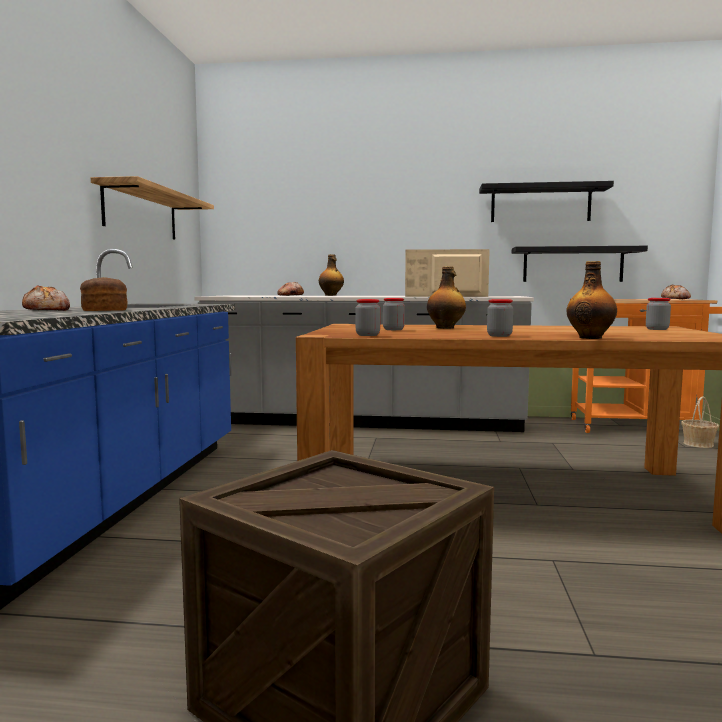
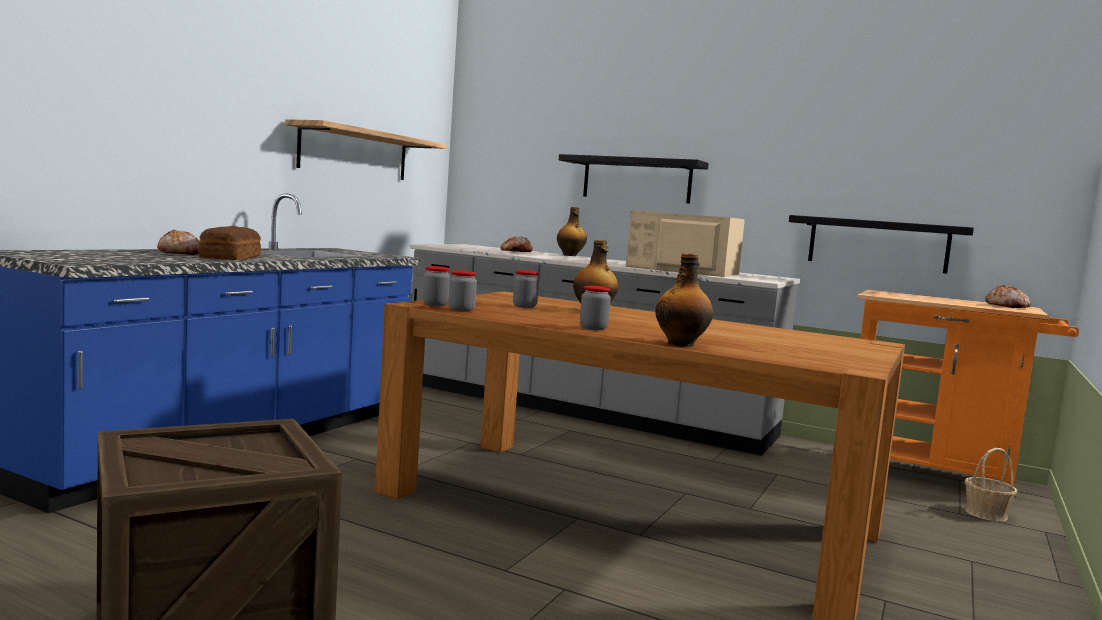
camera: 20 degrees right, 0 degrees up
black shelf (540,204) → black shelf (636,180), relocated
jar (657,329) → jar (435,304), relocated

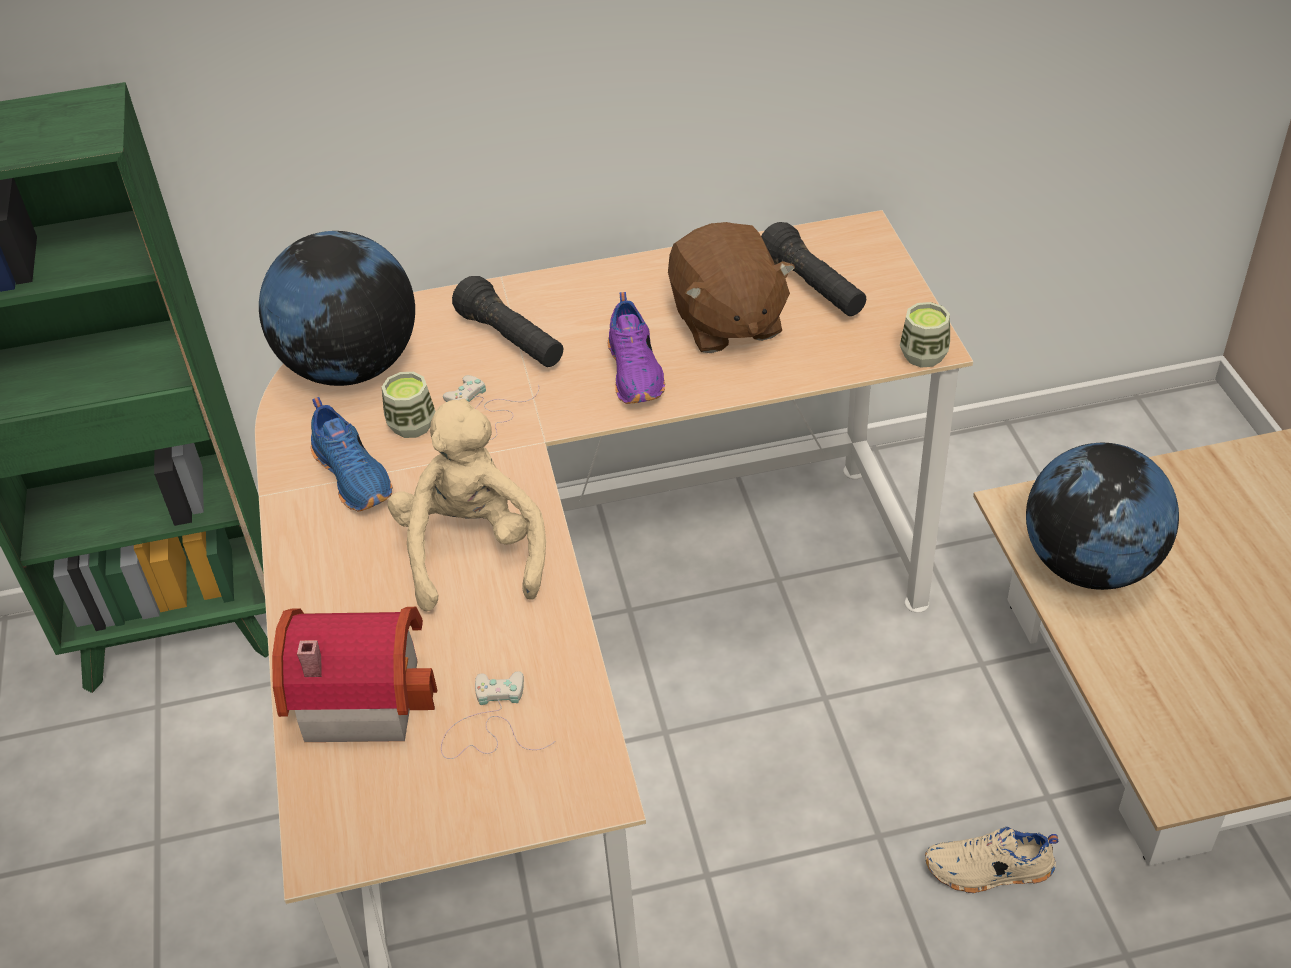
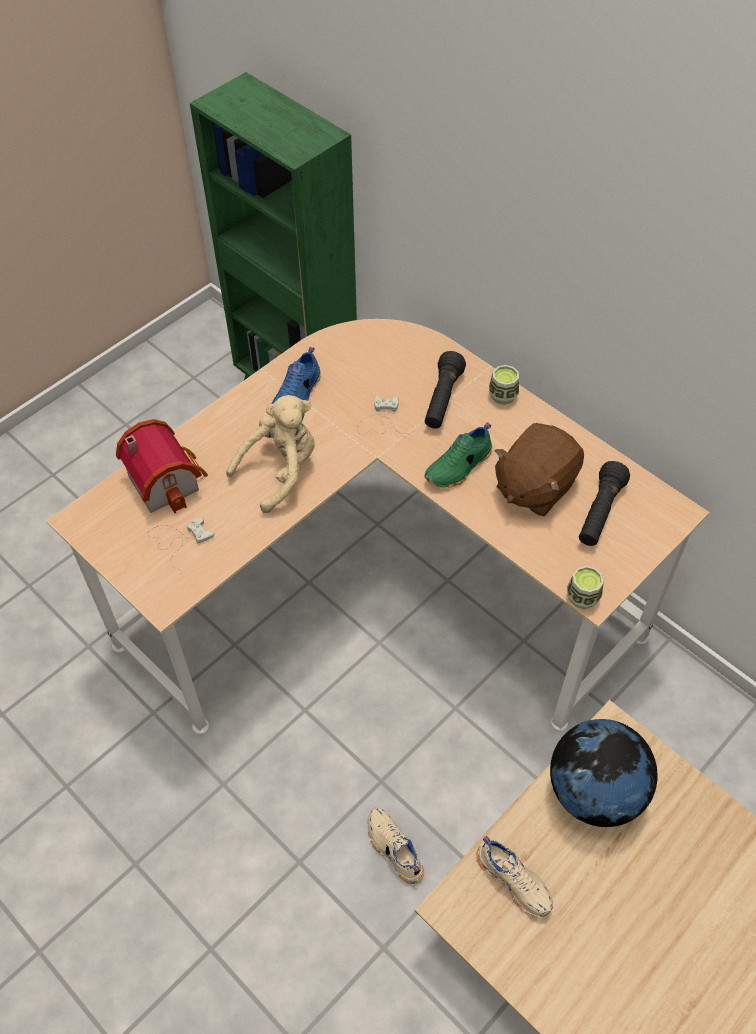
camera: 55 degrees right, 10 degrees up
globe (351,367) → -
cup (412,425) → cup (503,396), relocated
purple shoe (636,372) → green shoe (459,467)
- → beige shoe (515,880)

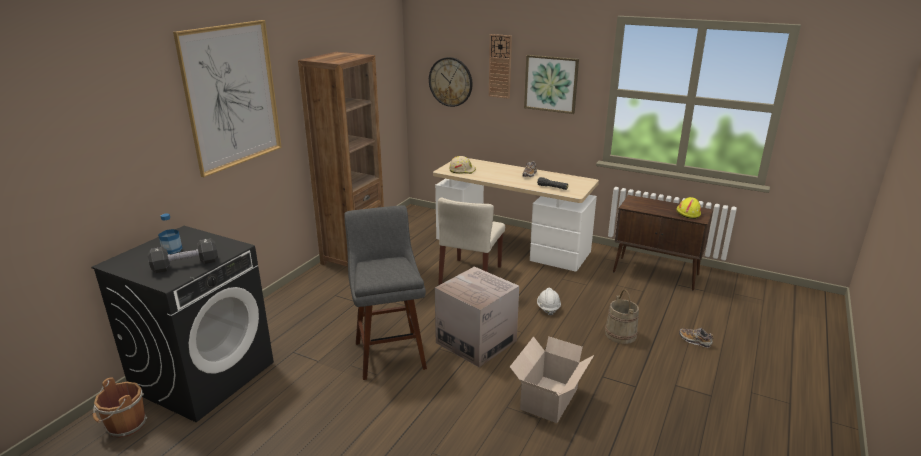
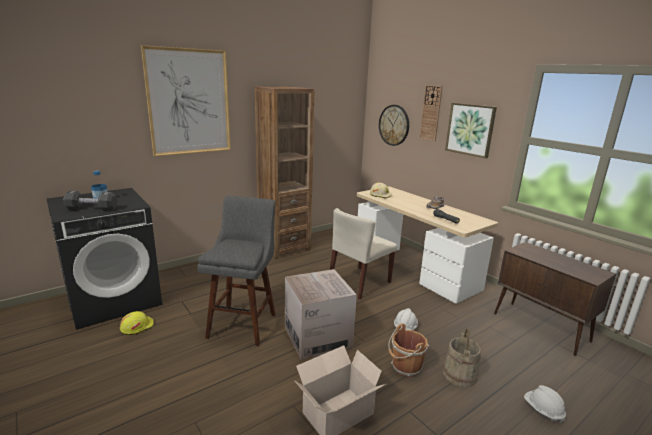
camera: 25 degrees right, 5 degrees down
brown bucket (125,426) → brown bucket (405,367), relocated
yellow hard hat (687,213) → yellow hard hat (137,327), relocated
shoe (695,341) → white hard hat (543,410)

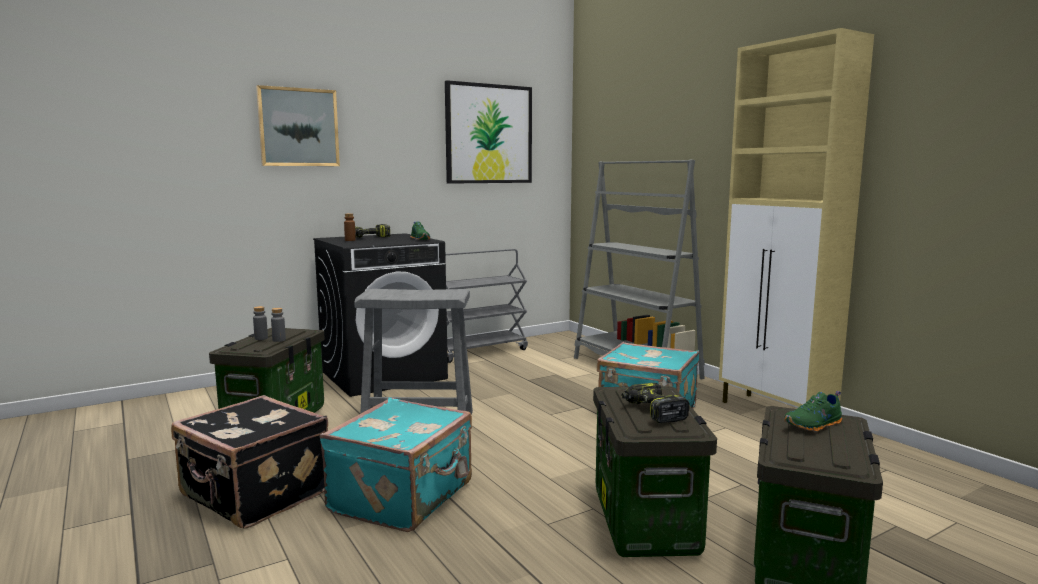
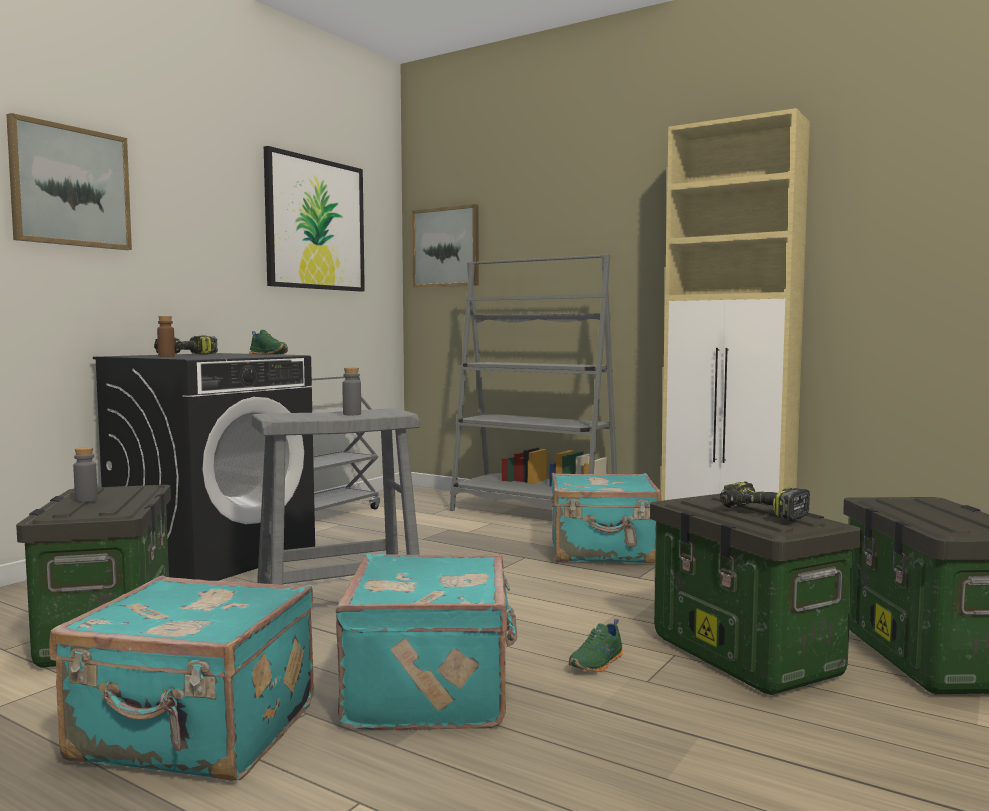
camera: 25 degrees left, 5 degrees down
black suitcase (254,495) → turquoise suitcase (195,734)
grey bottle (279,340) → grey bottle (352,414), relocated
green shoe (814,425) → green shoe (598,663), relocated
- → picture (446,247)

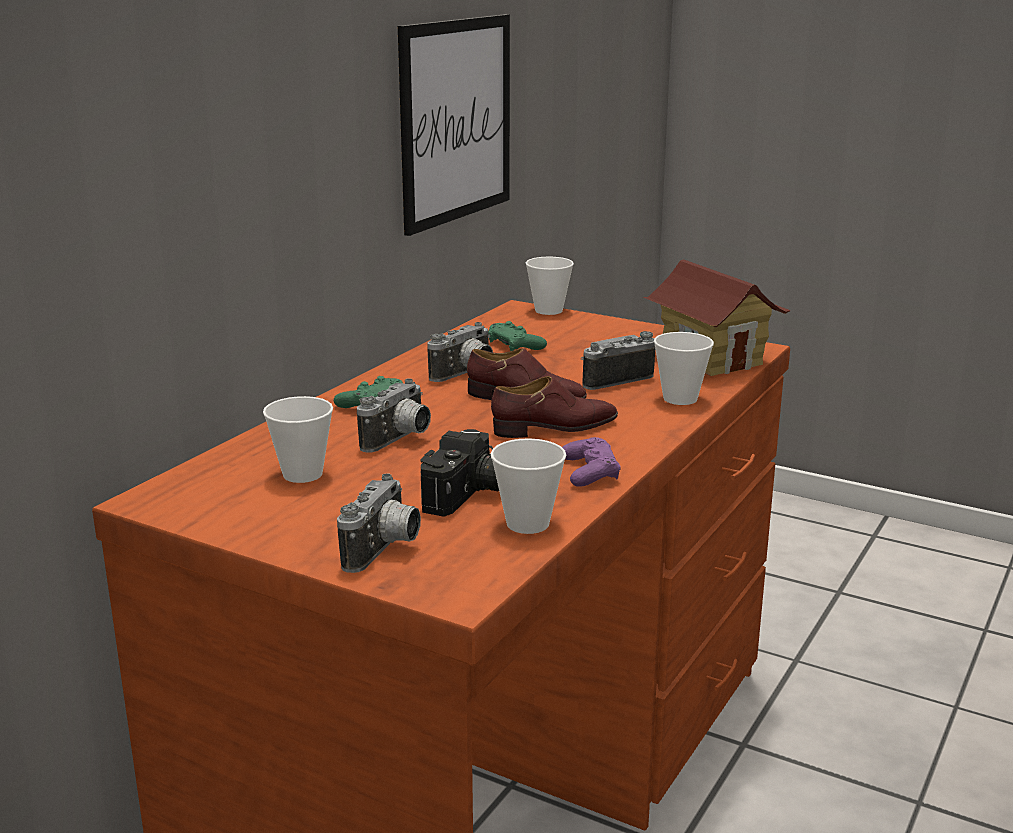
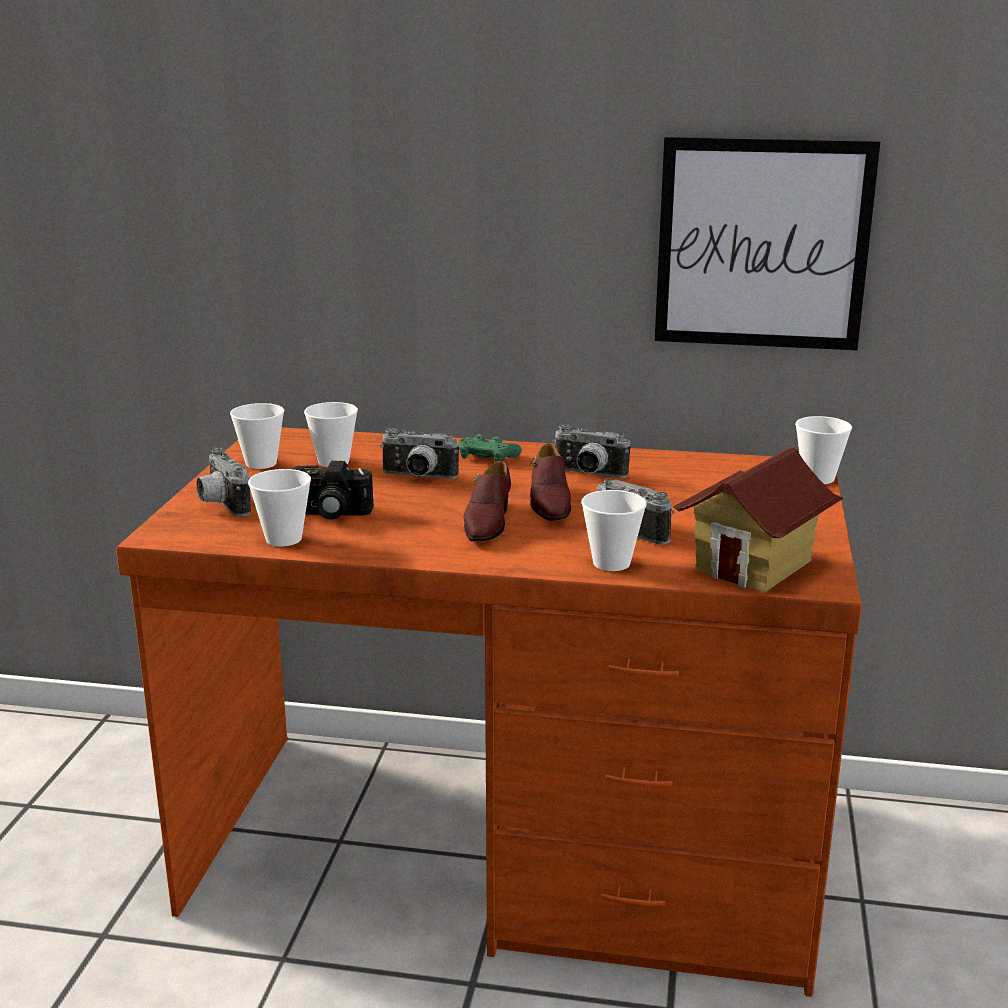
camera: 70 degrees right, 0 degrees up
photo camera (385,550) → photo camera (221,505), 60 degrees clockwise
green game controller (515,345) → -
brown shoe (555,428) → brown shoe (487,523), 45 degrees clockwise
purple game controller (589,471) → -
- → cup (261,463)

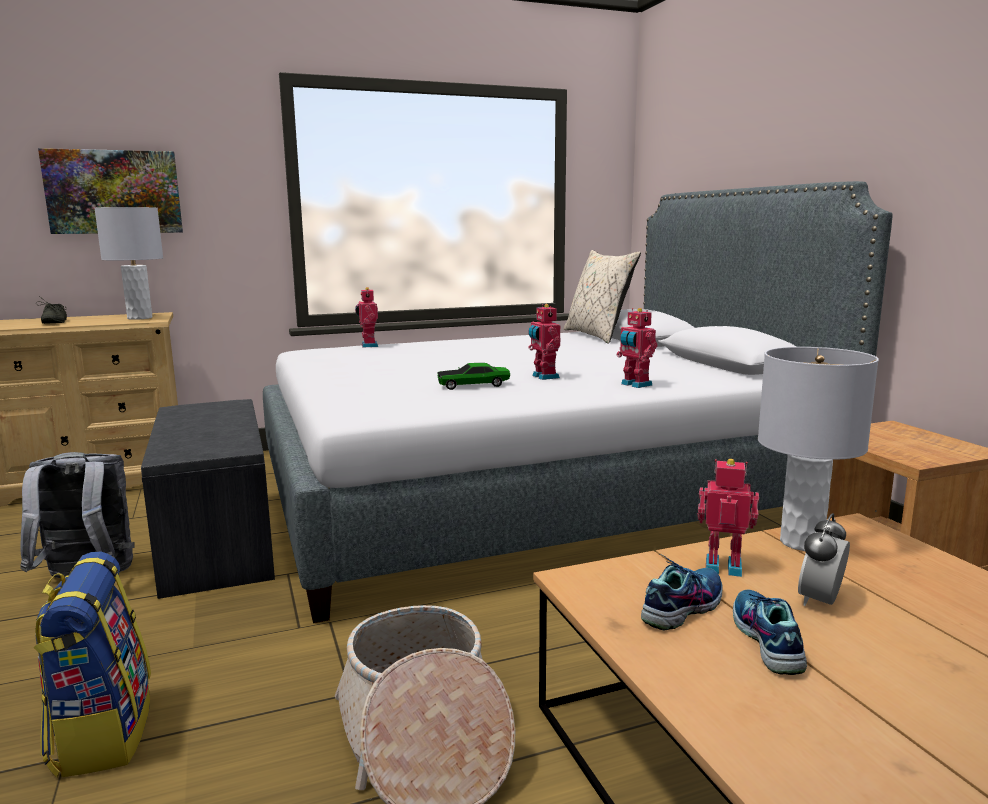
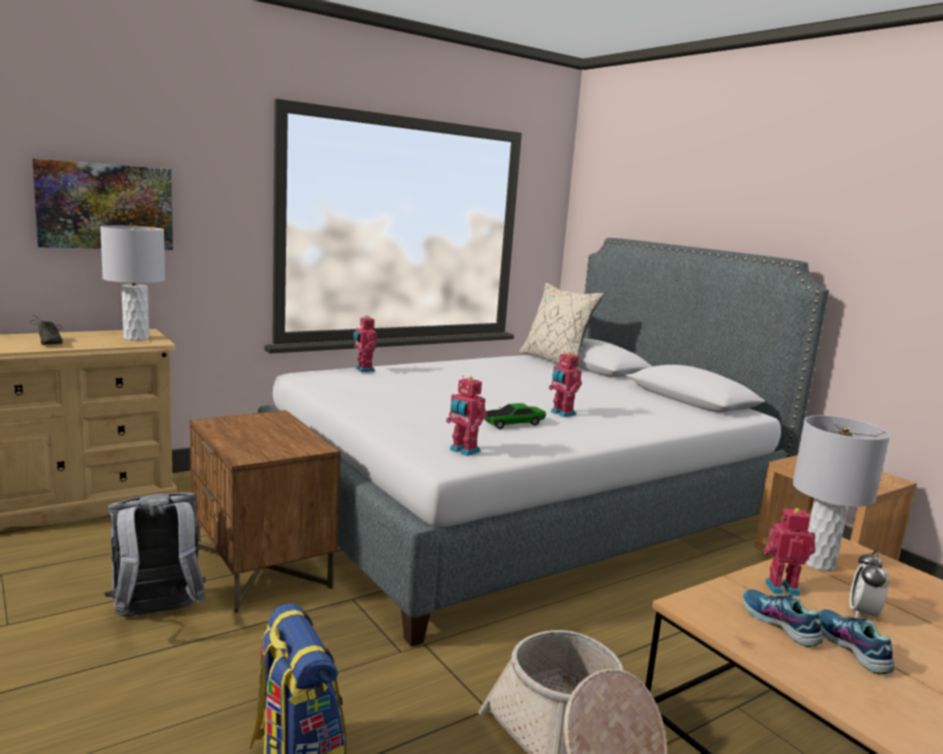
camera: 15 degrees left, 0 degrees up
grey bench (219,541) → brown nightstand (262,568)
toy robot (635,385) → toy robot (463,451), relocated
shoe (682,606) → shoe (779,624), 60 degrees counterclockwise

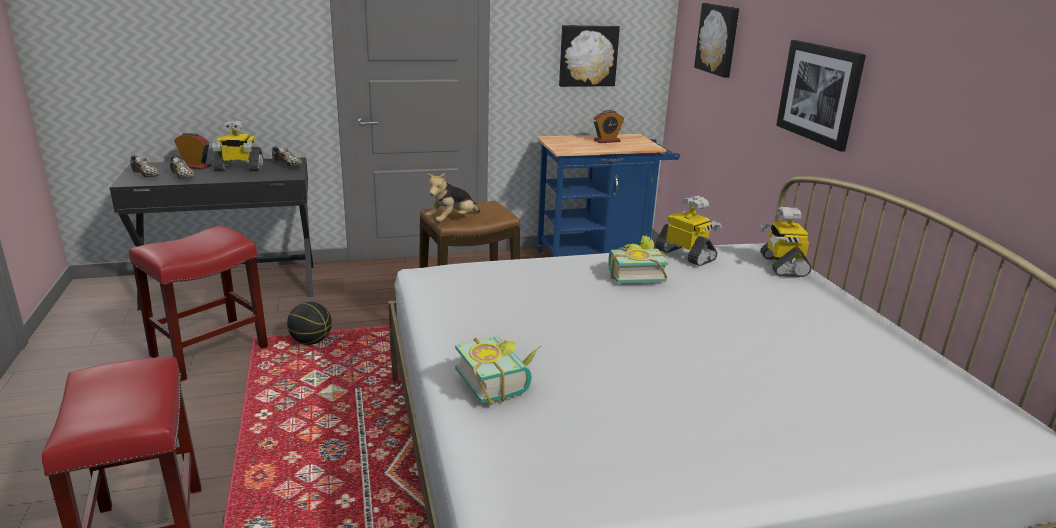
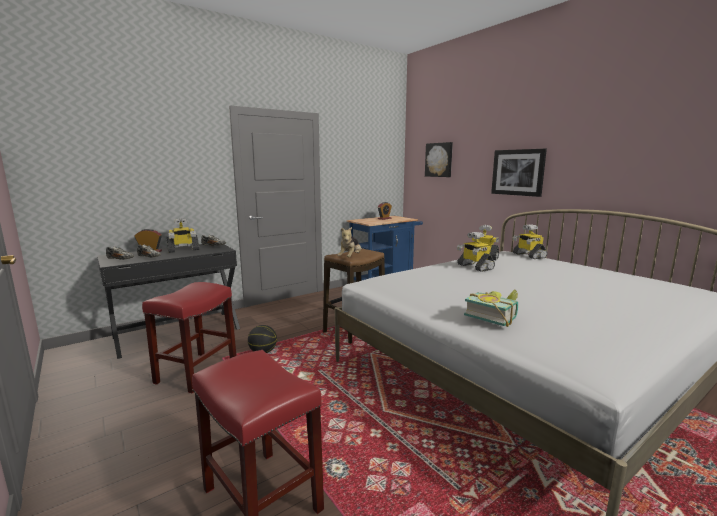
camera: 20 degrees left, 10 degrees down
picture (588,55) → -
book (634,275) → toy robot (474,267)

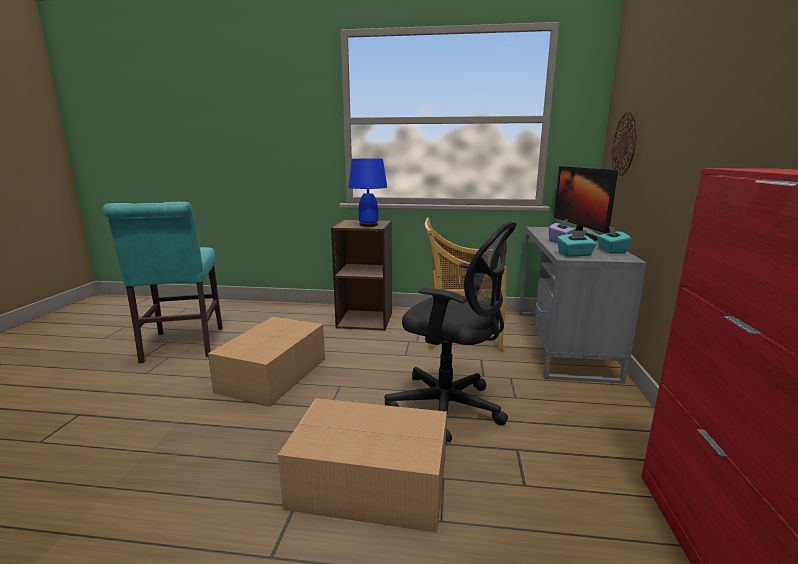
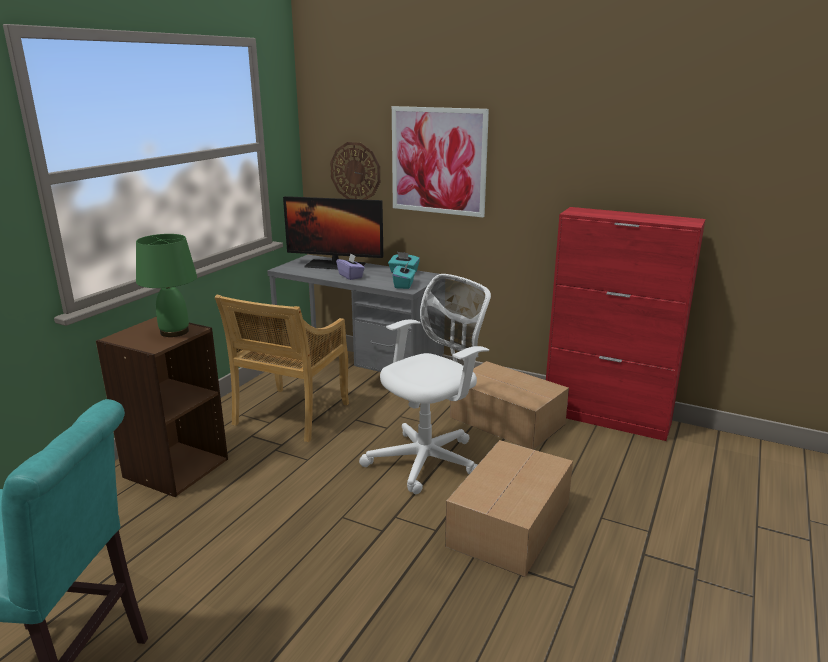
camera: 70 degrees left, 5 degrees up
cardboard box (275,374) → cardboard box (506,420), relocated
blue table lamp (368,225) → green table lamp (174,332)
black office chair (450,408) → white office chair (428,459)
- → picture (438,161)

